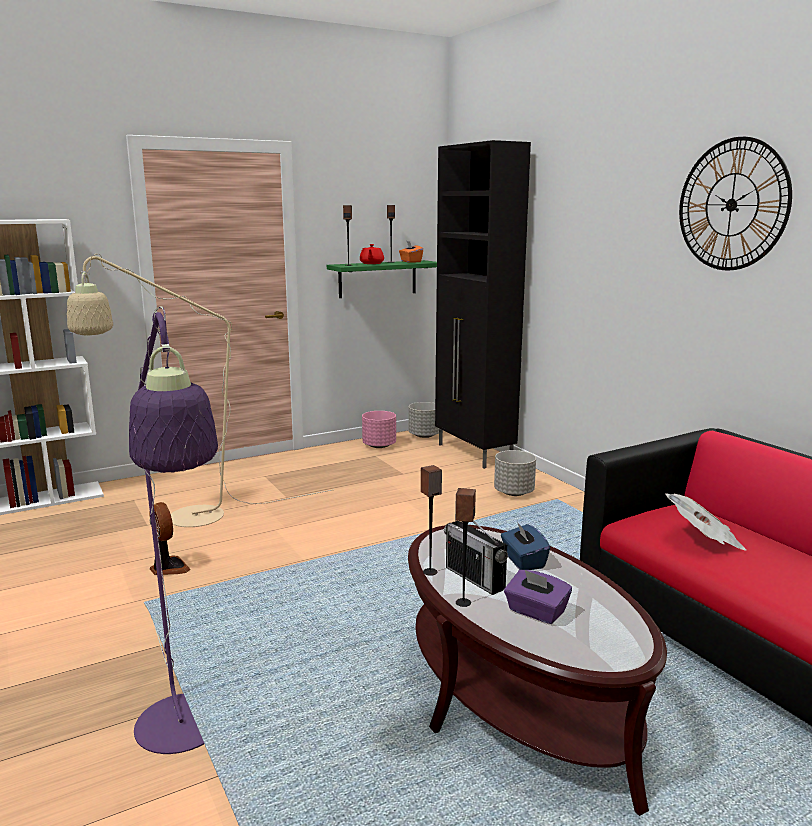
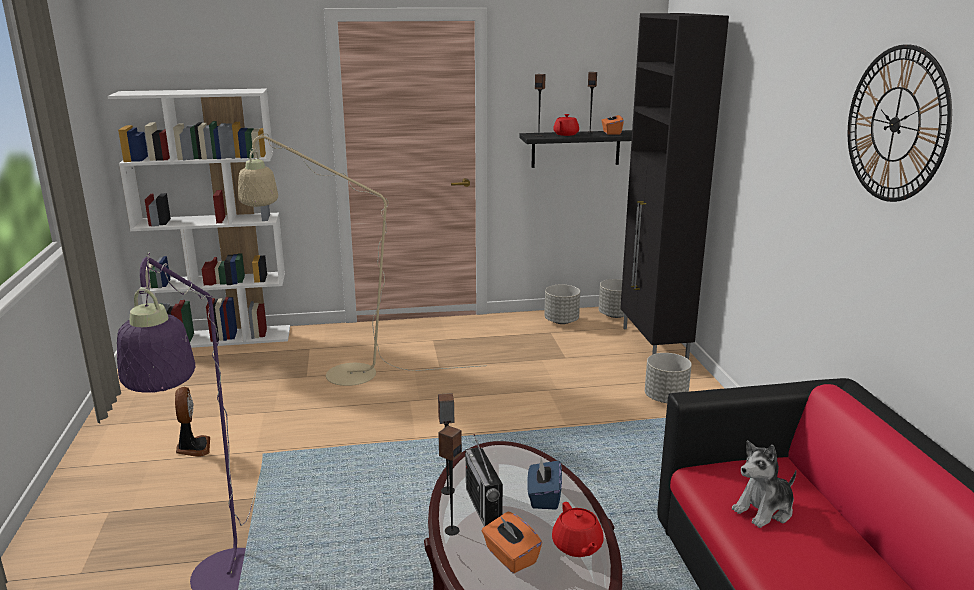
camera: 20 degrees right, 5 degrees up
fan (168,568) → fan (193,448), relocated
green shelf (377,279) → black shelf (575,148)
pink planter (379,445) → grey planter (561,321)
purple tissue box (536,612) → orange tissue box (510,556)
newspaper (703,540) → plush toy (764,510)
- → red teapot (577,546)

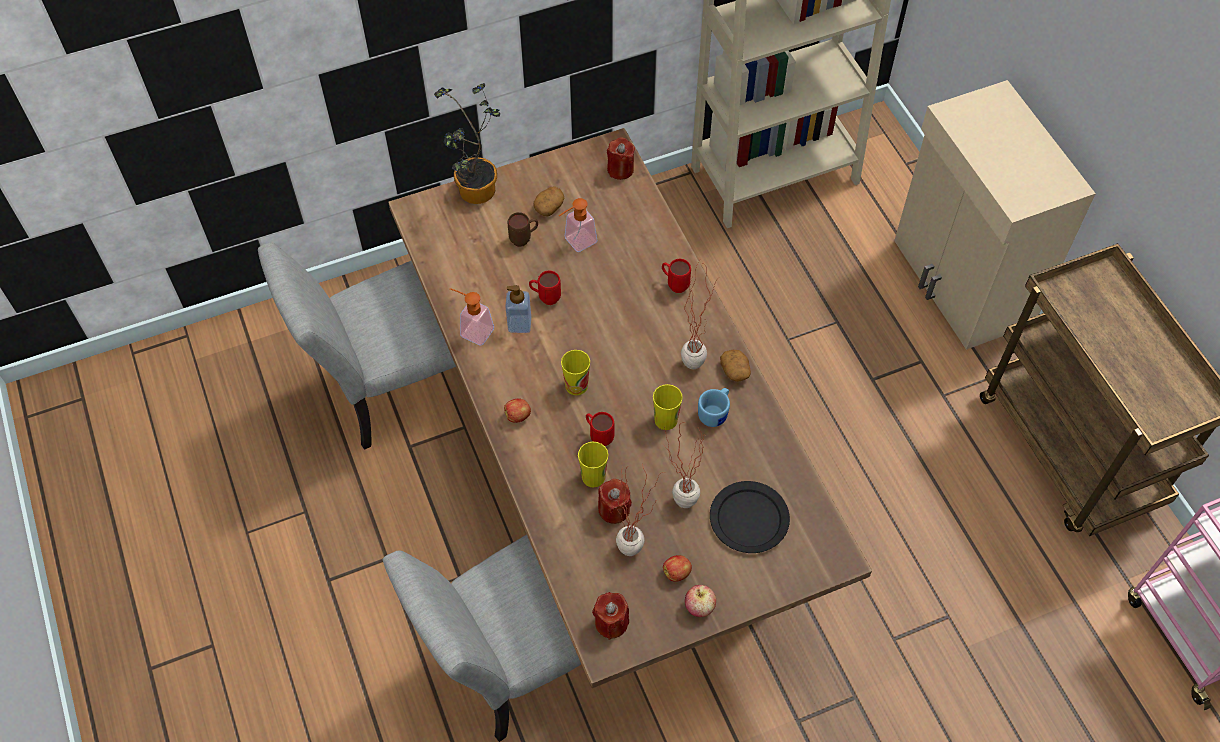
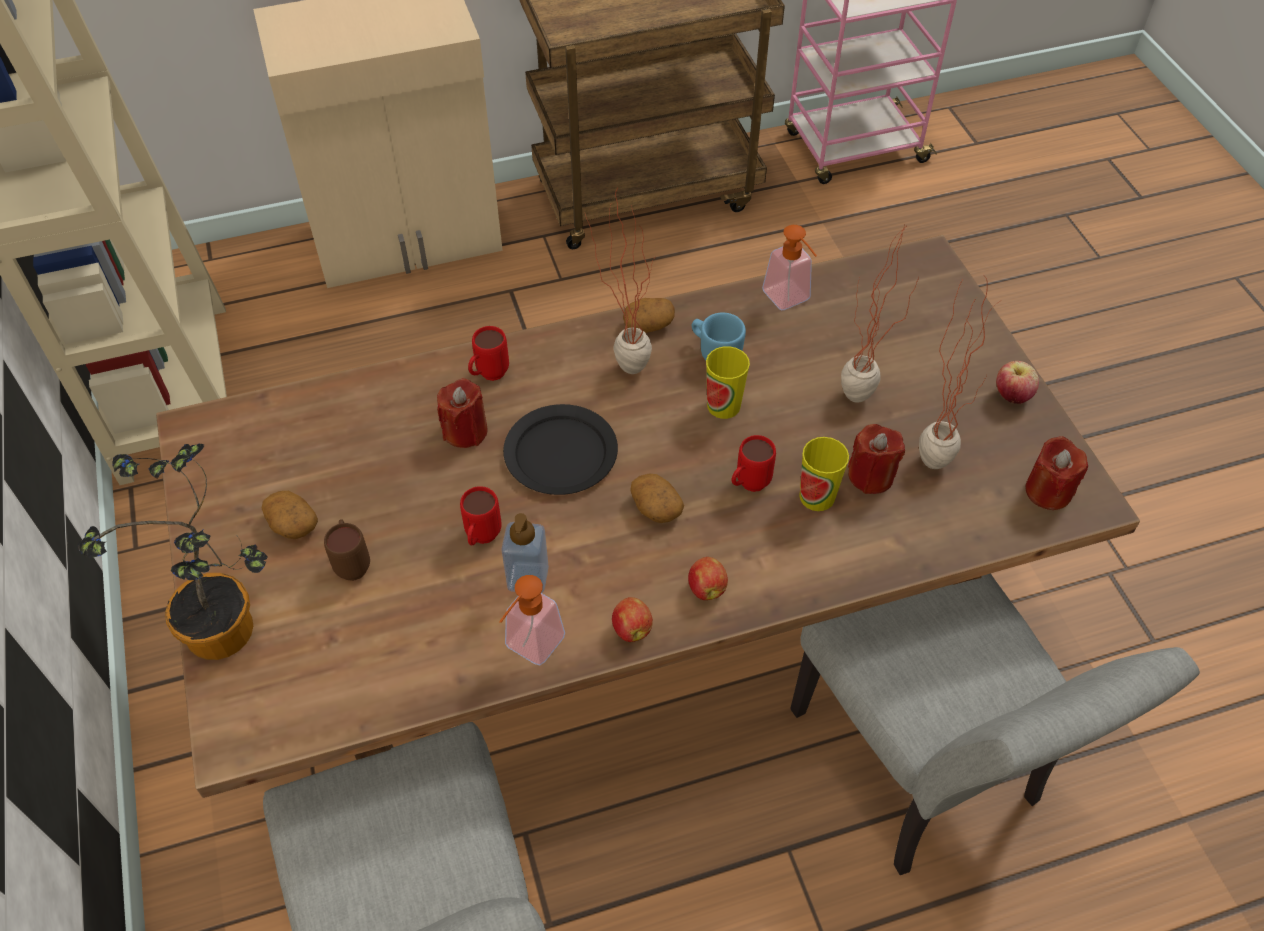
camera: 85 degrees left, 5 degrees down
soap dispenser (576,243) → soap dispenser (790,300), relocated
cup (576,385) → potato (655,507)
red candle (620,169) → red candle (465,431), relocated
apple (677,573) → apple (631,628), relocated
black plate (748,518) → black plate (560,453), relocated

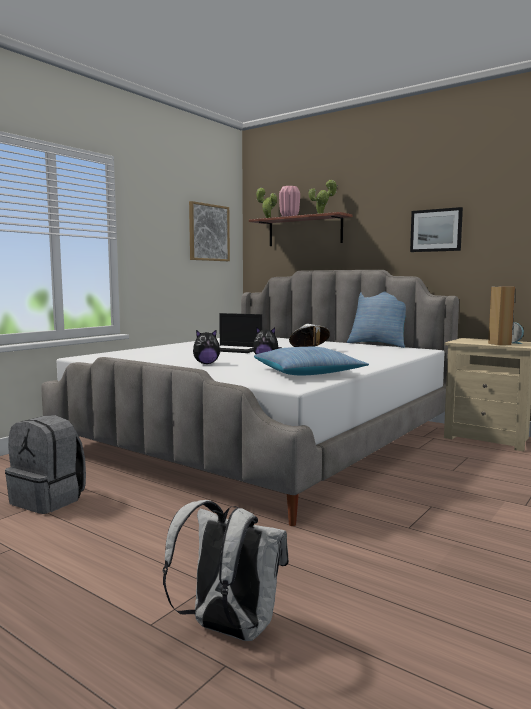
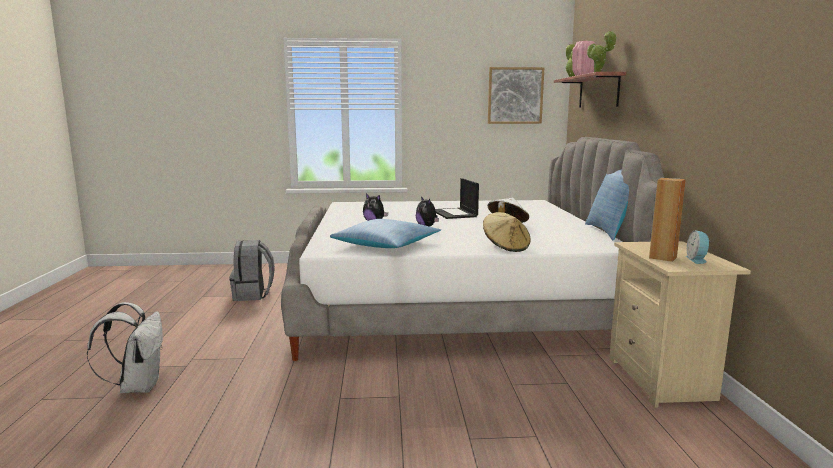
camera: 50 degrees right, 5 degrees up
picture (436,230) → -
- → beige hat (506,247)

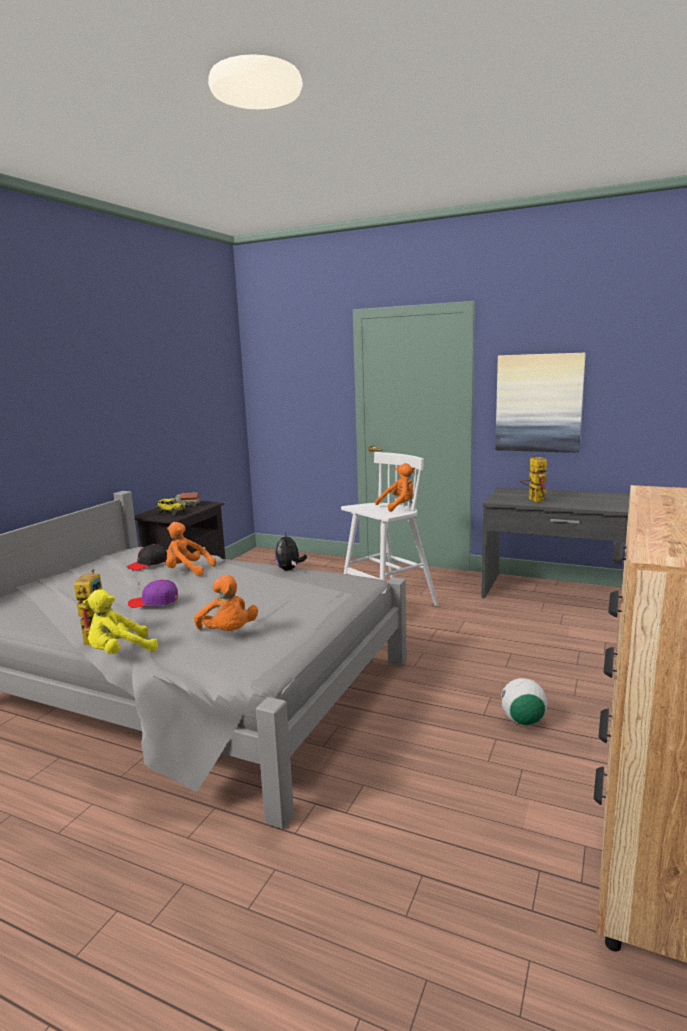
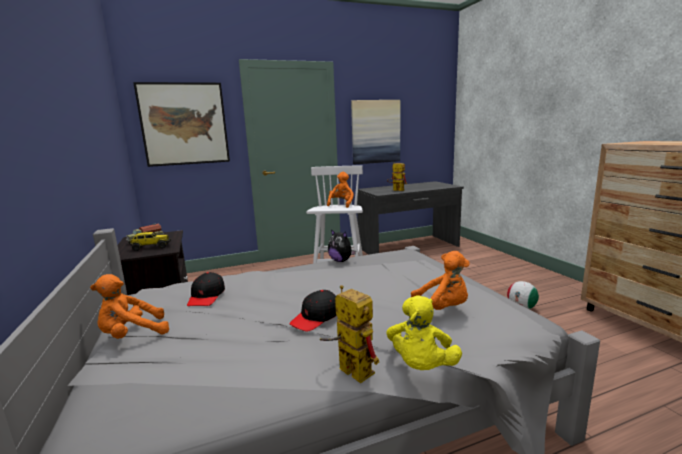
camera: 45 degrees left, 0 degrees up
purple cap (154,602) → black cap (315,317)
orange plush toy (187,571) → orange plush toy (132,335), relocated
- → picture (184,124)

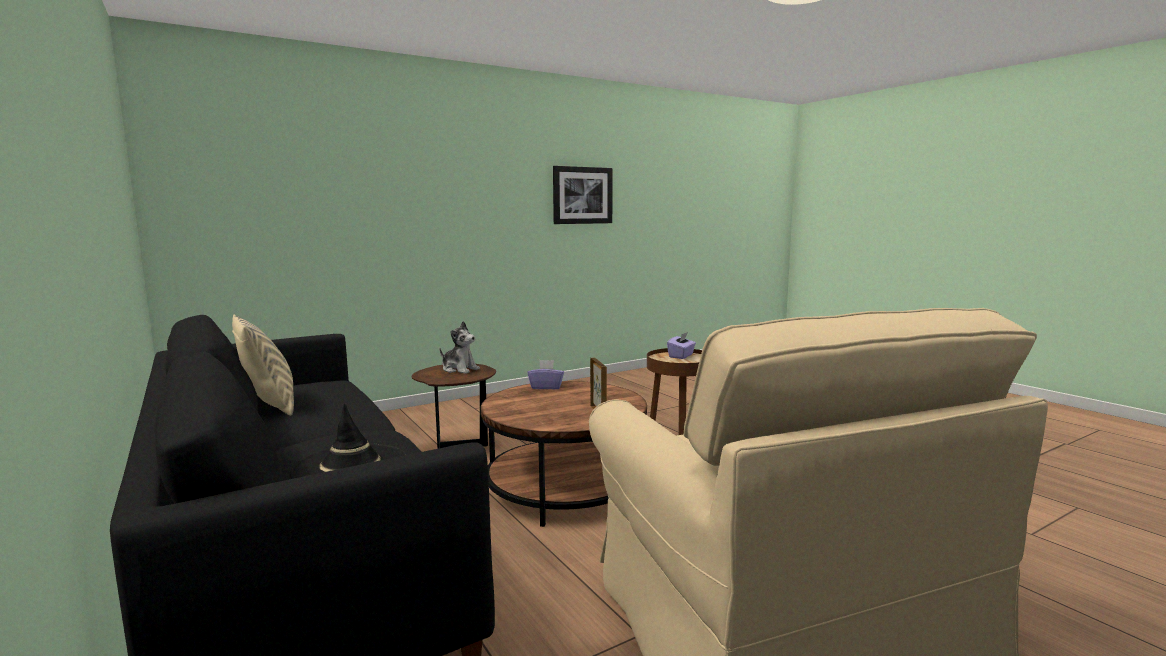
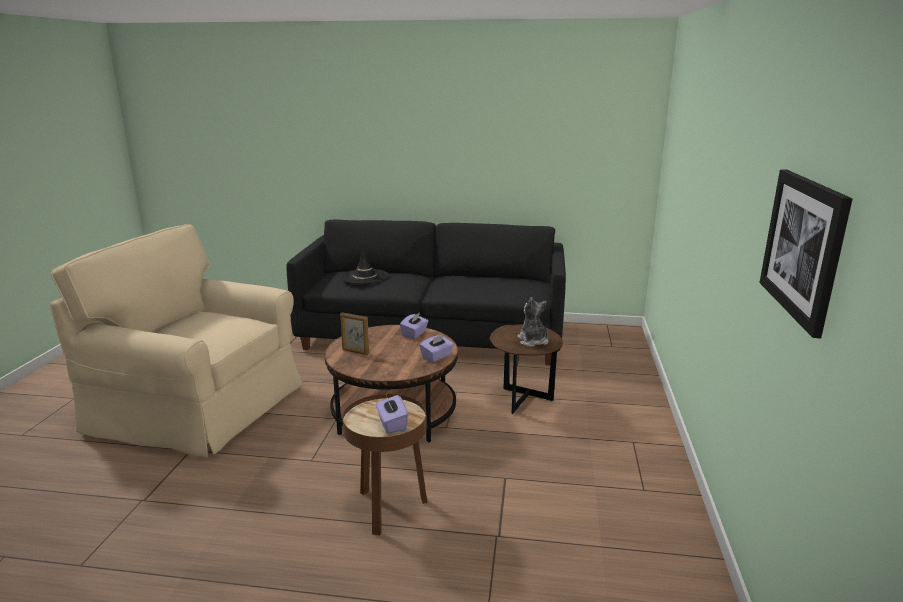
camera: 130 degrees right, 10 degrees up
beige pillow (269,406) → -
plush toy (459,369) → plush toy (533,341), 90 degrees clockwise
- → purple tissue box (414,334)

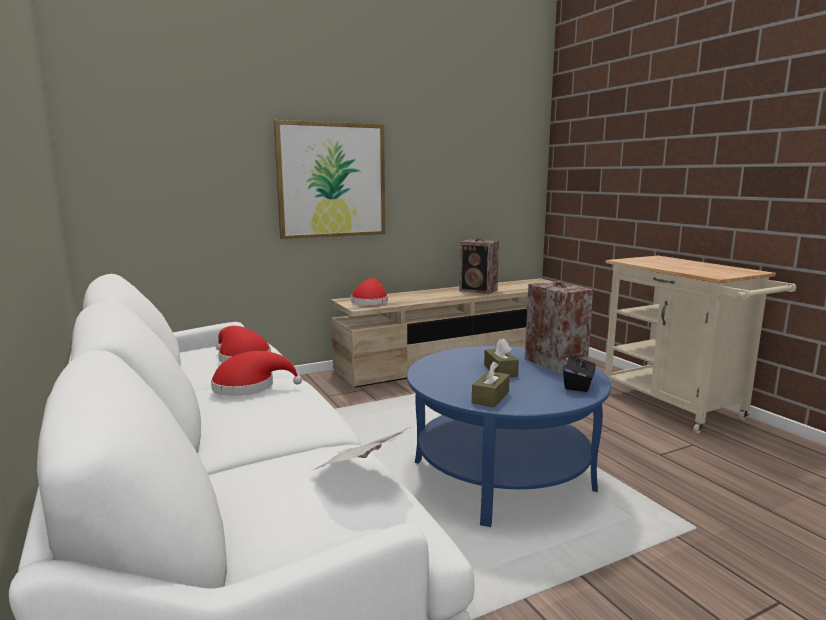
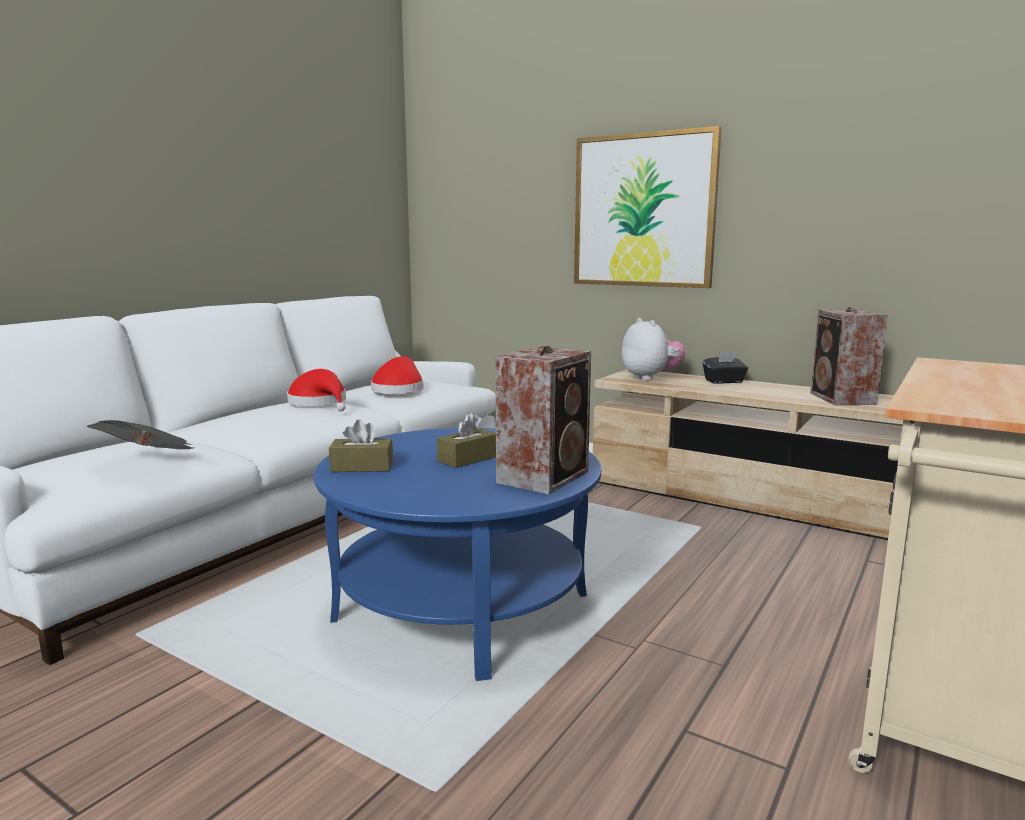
camera: 60 degrees right, 0 degrees up
red hat (370,301) → plush toy (650,378)
black tissue box (578,385) → black tissue box (724,381), relocated

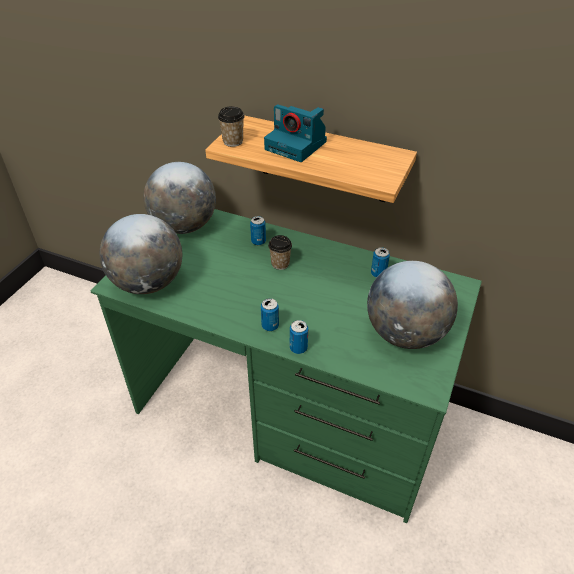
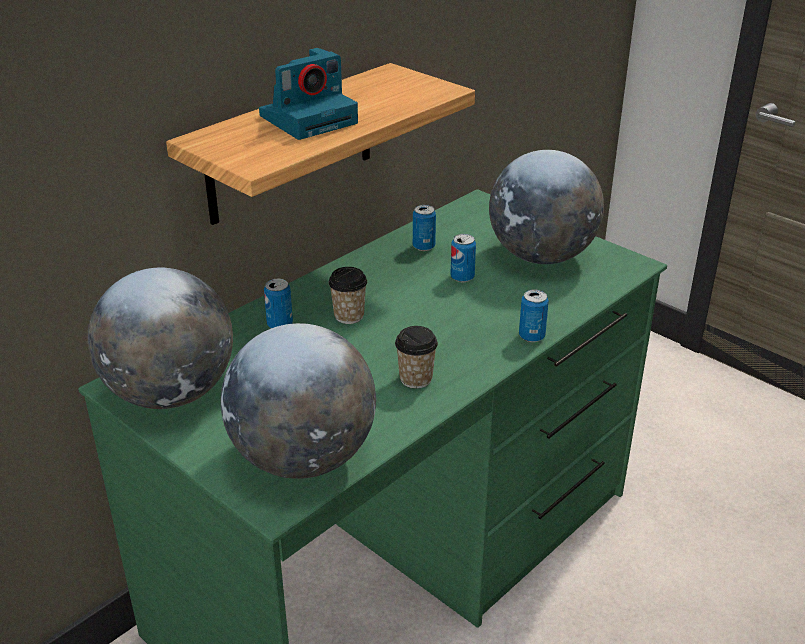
camera: 70 degrees left, 10 degrees down
cup (233,142) → cup (416,379), relocated
can (270,326) → can (462,277), relocated

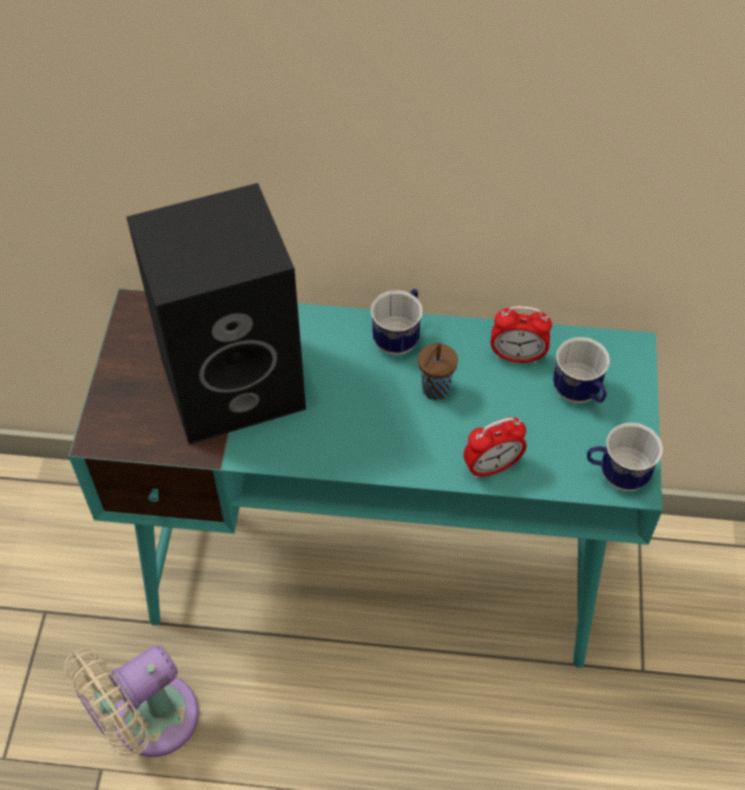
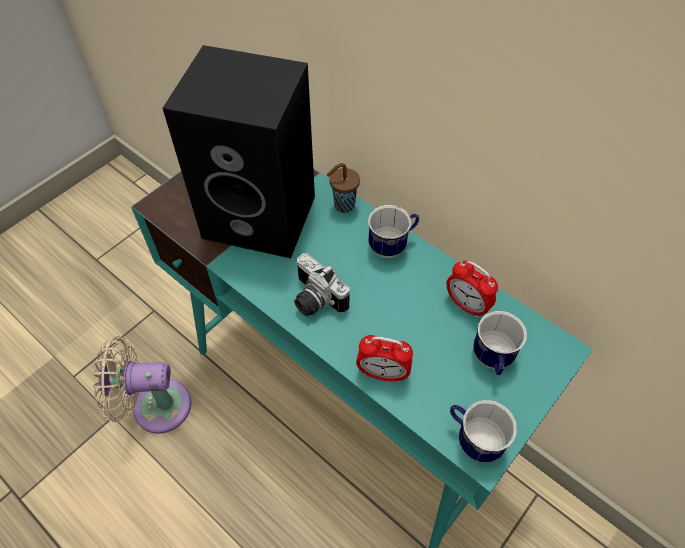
camera: 35 degrees right, 0 degrees up
brown cup (434,391) → brown cup (343,206), relocated
- → photo camera (314,300)

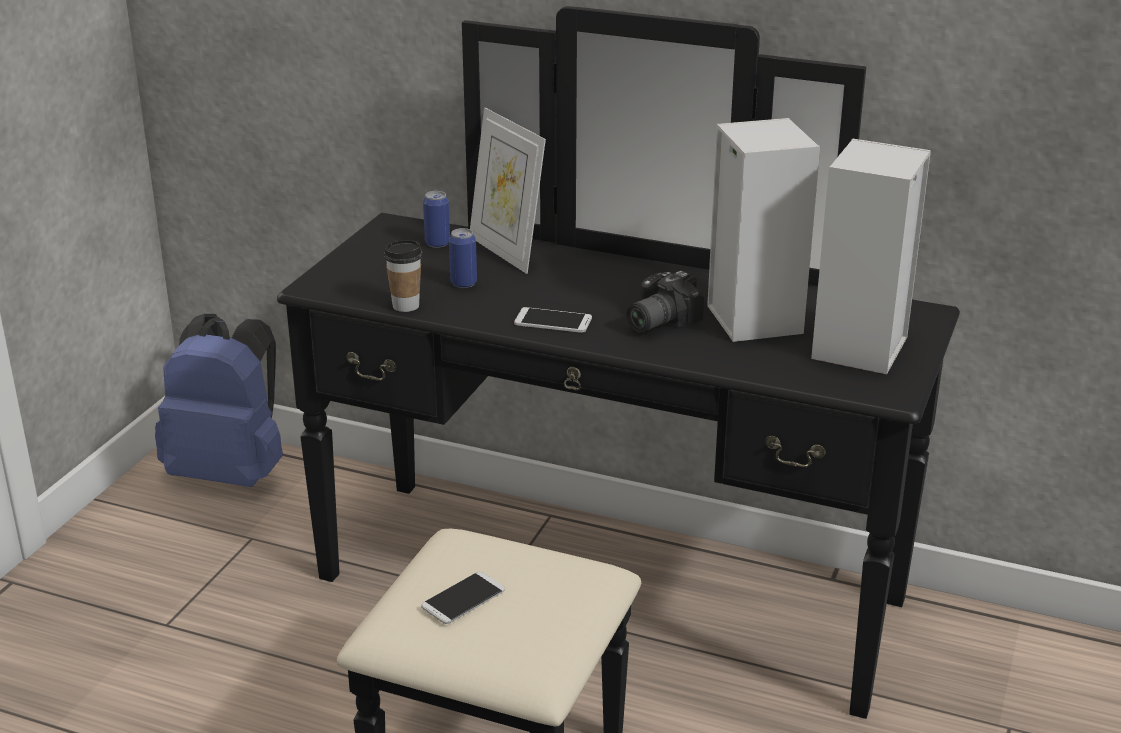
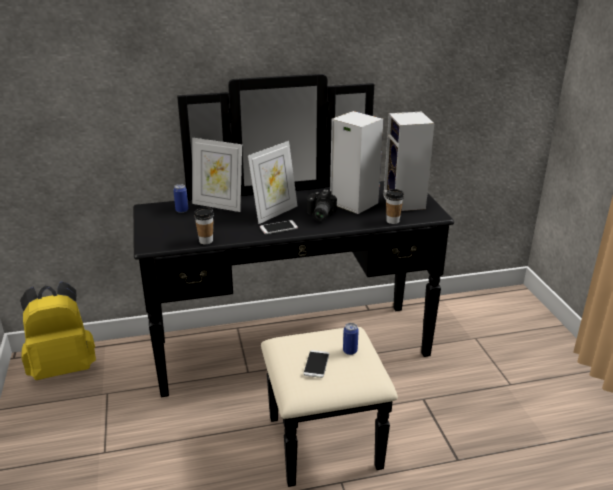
camera: 35 degrees left, 0 degrees up
blue backpack (231,472) → yellow backpack (63,367)
can (463,283) → can (350,351), relocated
- → picture frame (274,213)
- → cup (392,221)

